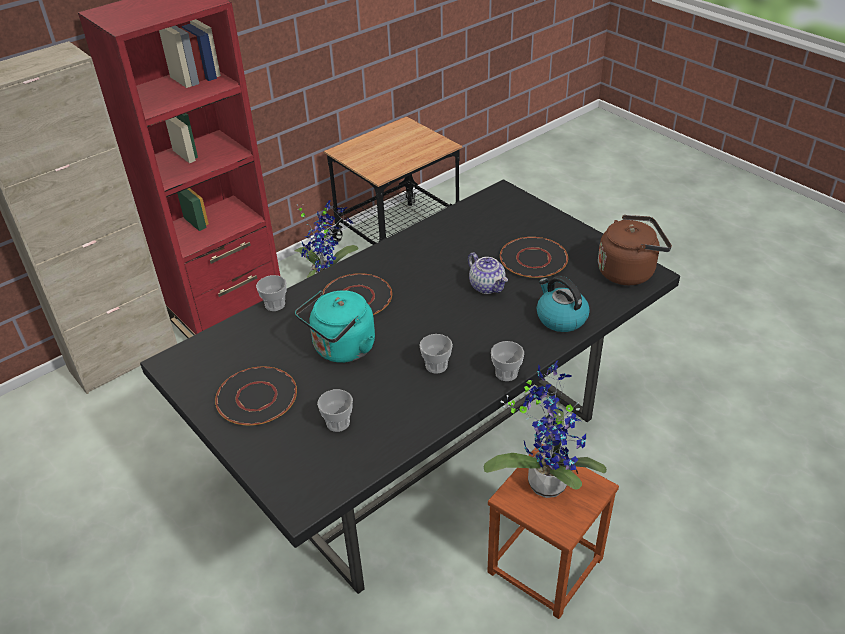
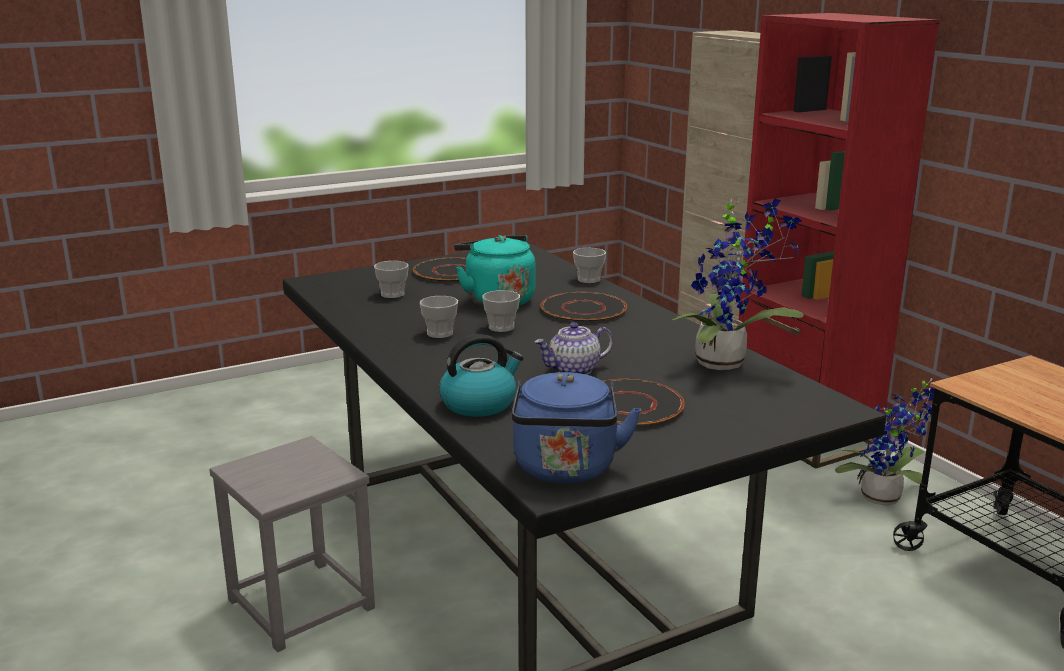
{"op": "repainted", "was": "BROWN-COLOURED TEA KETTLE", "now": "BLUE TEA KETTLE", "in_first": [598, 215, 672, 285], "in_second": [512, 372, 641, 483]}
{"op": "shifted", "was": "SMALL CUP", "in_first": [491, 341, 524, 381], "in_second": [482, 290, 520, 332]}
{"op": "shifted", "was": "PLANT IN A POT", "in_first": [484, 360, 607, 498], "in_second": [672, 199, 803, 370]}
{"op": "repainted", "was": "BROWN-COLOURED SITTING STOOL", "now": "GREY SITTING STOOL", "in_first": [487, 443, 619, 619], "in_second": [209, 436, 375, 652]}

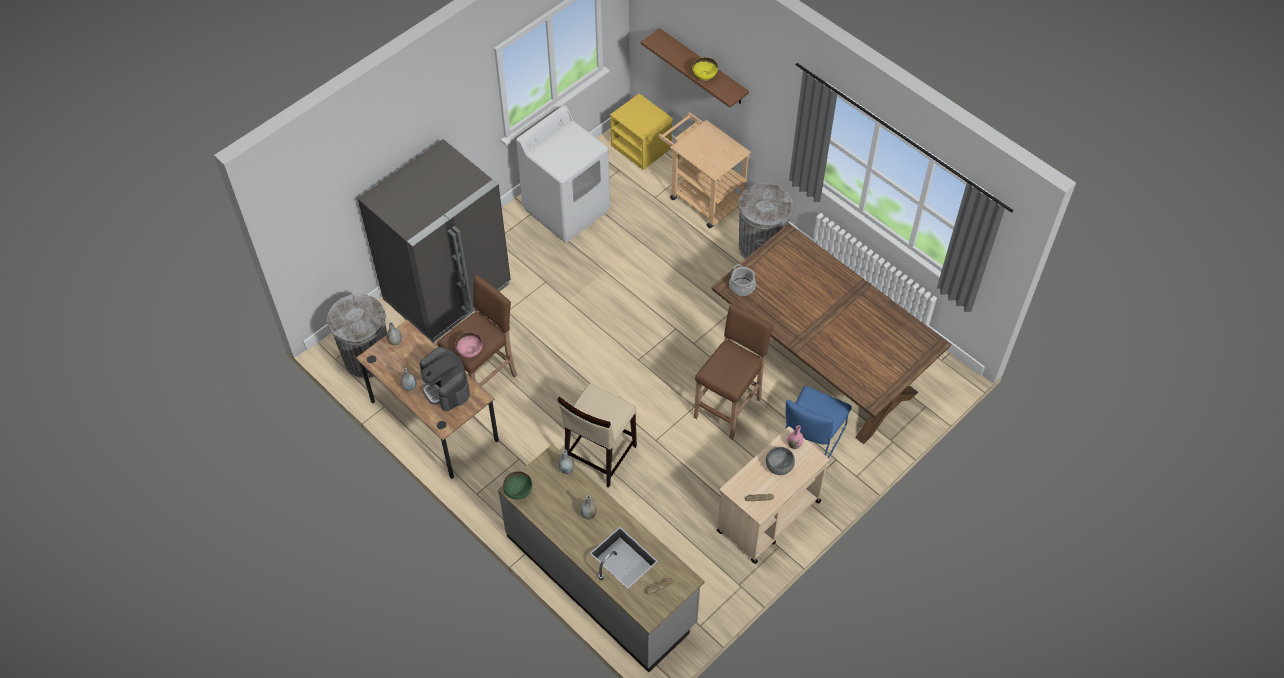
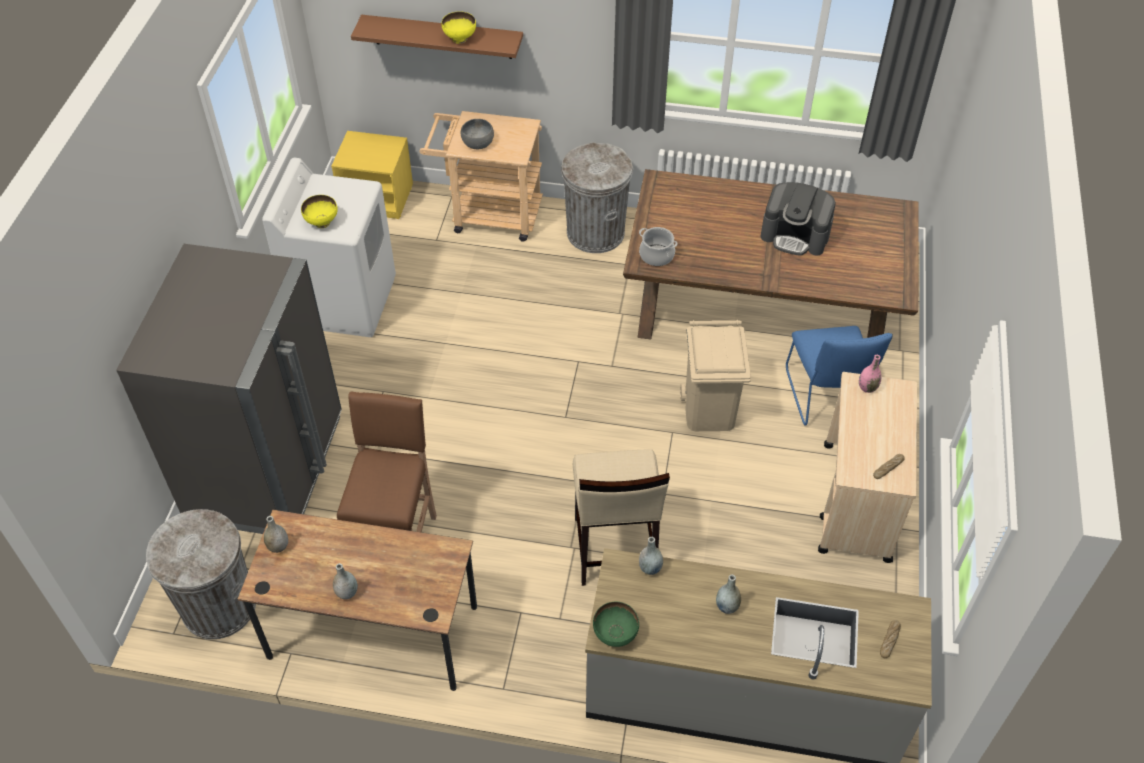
{"op": "swapped", "was": "BROWN-COLOURED SITTING STOOL", "now": "SAND-COLOURED WASTE BIN", "in_first": [694, 304, 773, 440], "in_second": [680, 320, 751, 431]}
{"op": "gone", "was": "PINK-COLOURED BOWL", "in_first": [455, 332, 483, 358]}
{"op": "shifted", "was": "COFFEE BREWER", "in_first": [420, 347, 470, 411], "in_second": [761, 182, 836, 256]}
{"op": "shifted", "was": "GREY BOWL", "in_first": [766, 447, 795, 475], "in_second": [461, 119, 494, 149]}
{"op": "new", "now": "YELLOWISH BOWL", "in_second": [301, 195, 338, 228]}

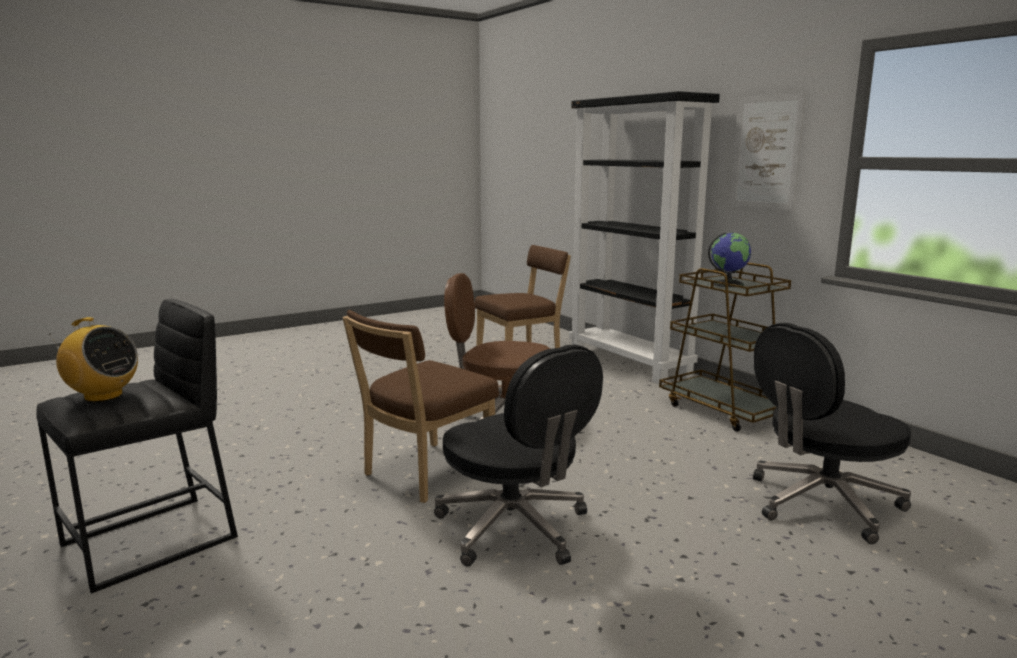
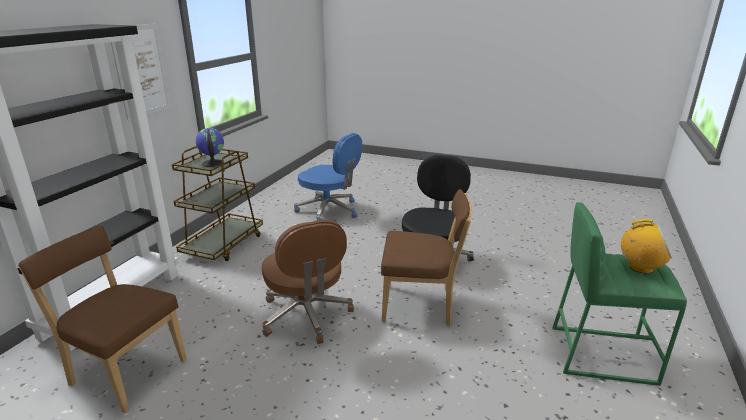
{"op": "repainted", "was": "BLACK SITTING STOOL", "now": "GREENISH SITTING STOOL", "in_first": [36, 299, 238, 594], "in_second": [552, 202, 687, 386]}
{"op": "rotated", "was": "RADIO RECEIVER", "in_first": [50, 317, 138, 402], "in_second": [621, 219, 672, 274], "clockwise": 120}
{"op": "repainted", "was": "BLACK OFFICE CHAIR", "now": "BLUE OFFICE CHAIR", "in_first": [753, 323, 911, 544], "in_second": [294, 133, 362, 220]}

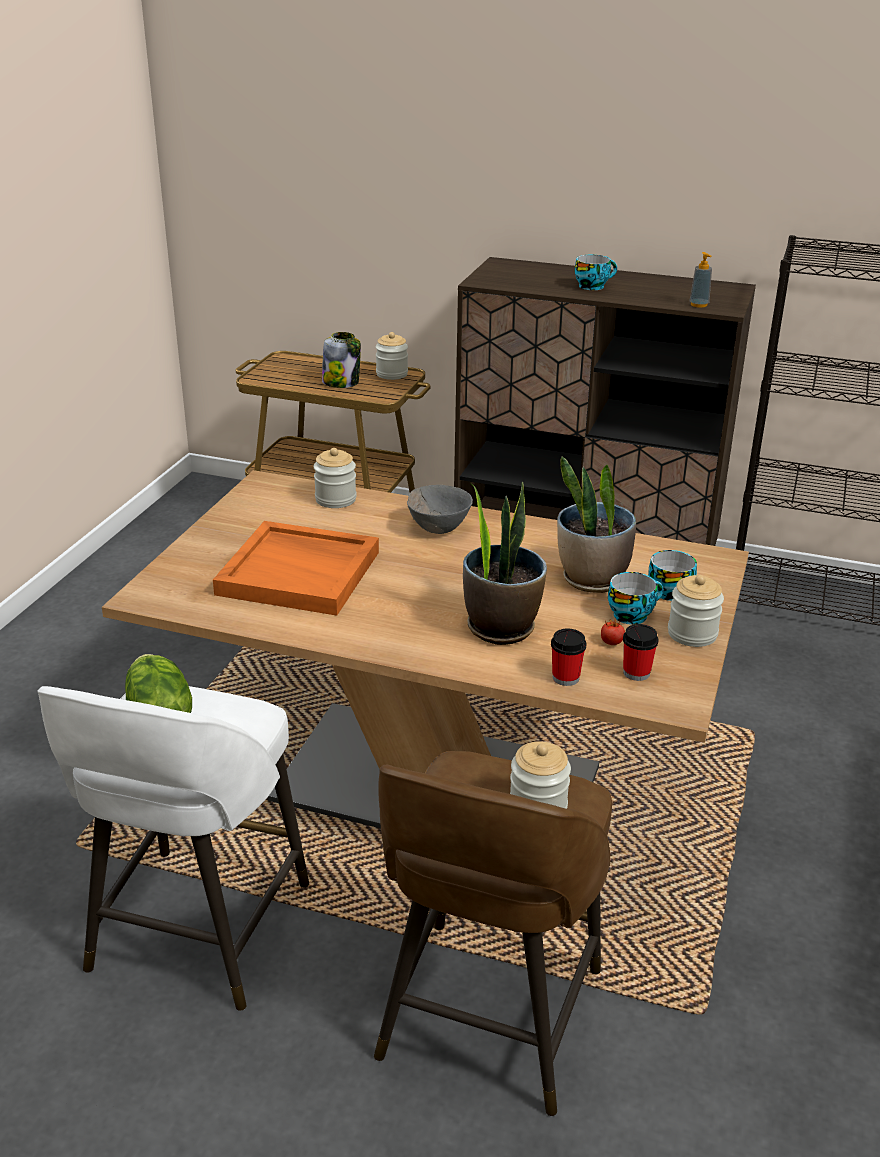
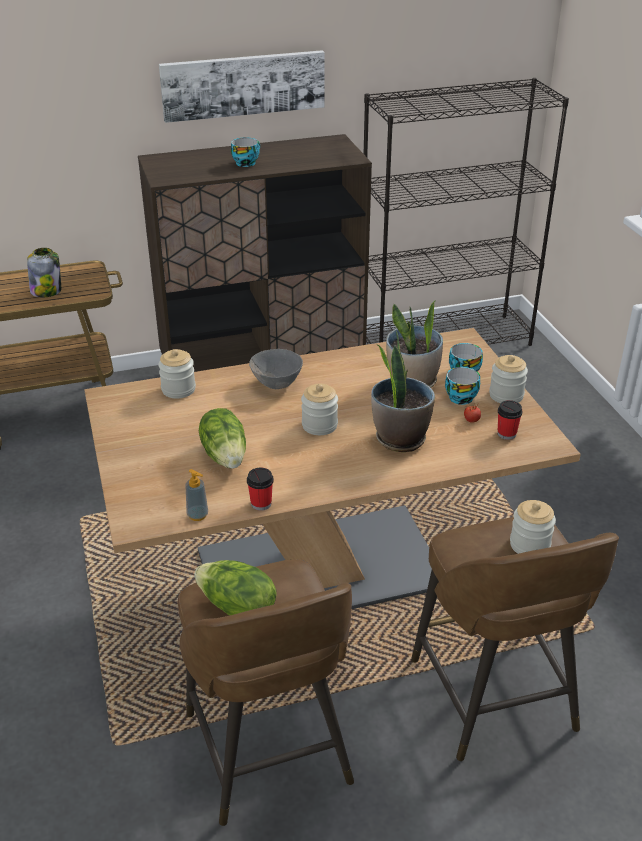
{"op": "shifted", "was": "LIQUID SOAP BOTTLE", "in_first": [689, 252, 712, 308], "in_second": [185, 469, 208, 521]}
{"op": "shifted", "was": "PRESERVE JAR", "in_first": [376, 332, 408, 380], "in_second": [301, 384, 338, 435]}
{"op": "swapped", "was": "ORANGE CARRYING TRAY", "now": "LETTUCE", "in_first": [213, 521, 379, 616], "in_second": [199, 408, 246, 469]}
{"op": "shifted", "was": "SMALL CUP", "in_first": [551, 629, 587, 686], "in_second": [247, 468, 274, 511]}
{"op": "repainted", "was": "WHITE SITTING STOOL", "now": "BROWN-COLOURED SITTING STOOL", "in_first": [38, 686, 309, 1011], "in_second": [178, 559, 354, 826]}
{"op": "new", "now": "WALL PICTURE", "in_second": [159, 50, 325, 123]}

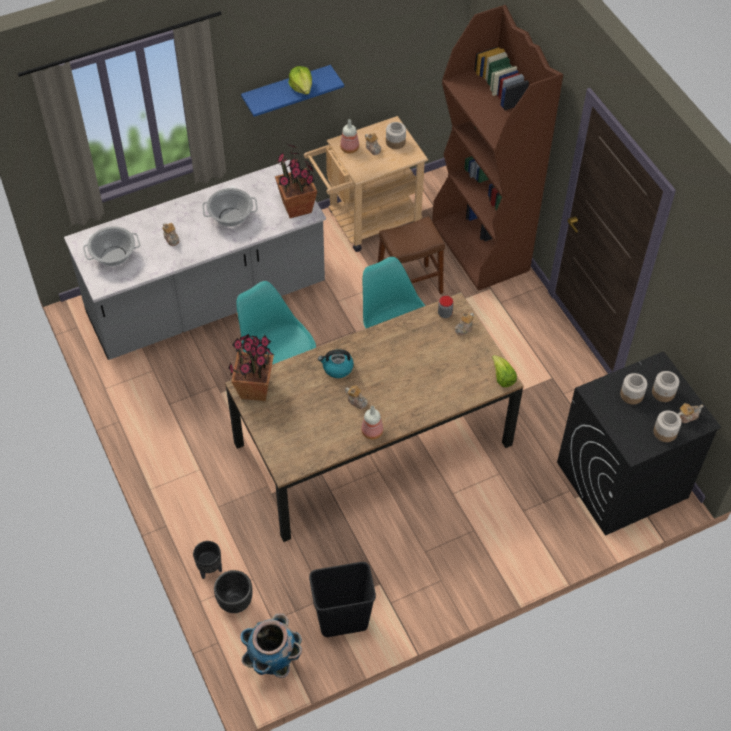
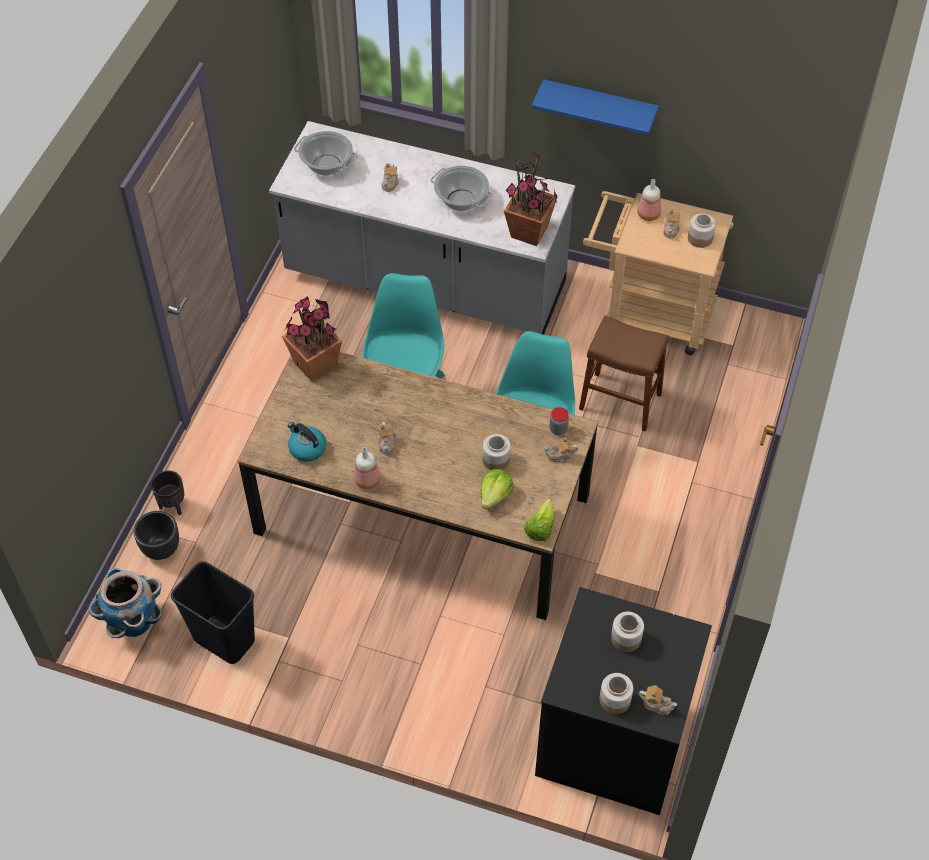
{"op": "gone", "was": "BROWN-COLOURED BOOKSHELF", "in_first": [432, 5, 563, 290]}
{"op": "shifted", "was": "LETTUCE", "in_first": [288, 66, 312, 95], "in_second": [480, 469, 514, 509]}
{"op": "shifted", "was": "TEA KETTLE", "in_first": [318, 349, 354, 378], "in_second": [288, 422, 326, 462]}
{"op": "shifted", "was": "PRESERVE JAR", "in_first": [652, 371, 679, 402], "in_second": [482, 434, 511, 470]}

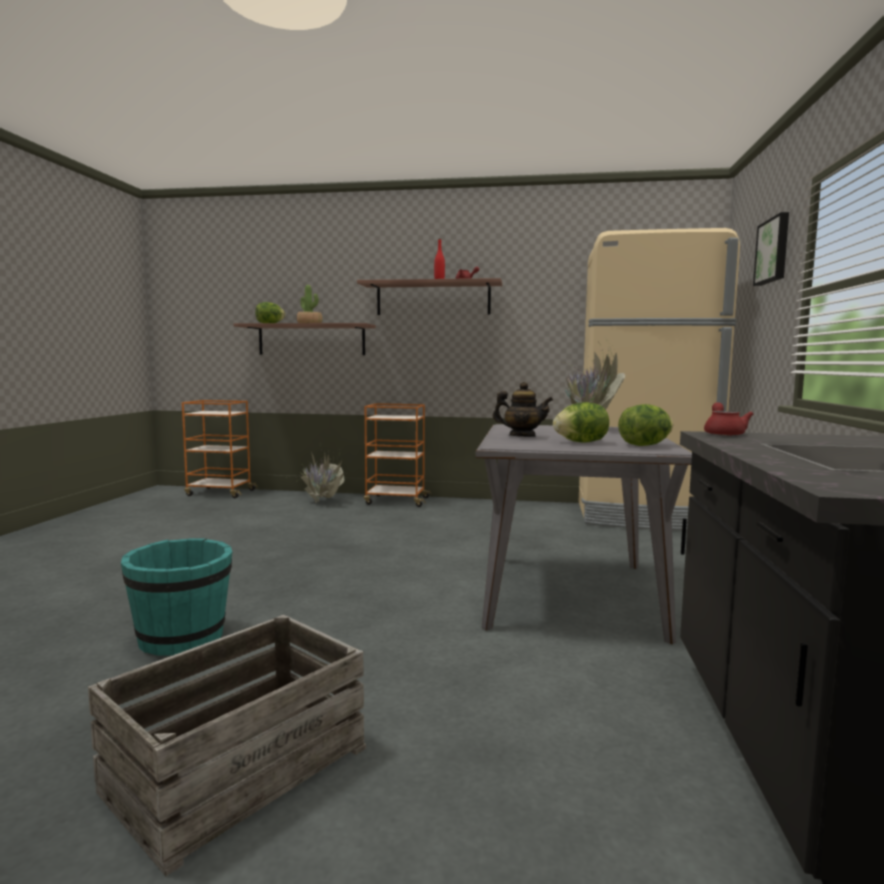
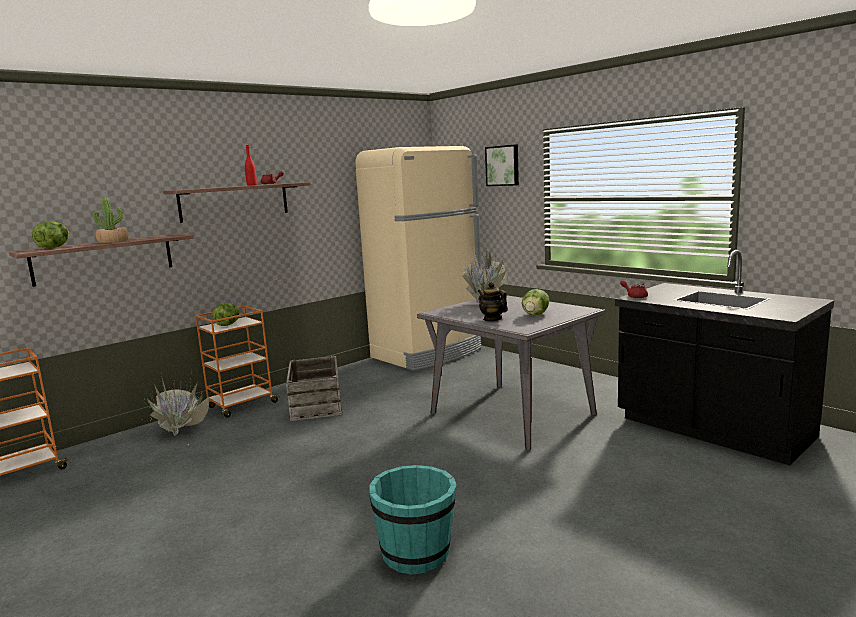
{"op": "rotated", "was": "POT FOR TEA", "in_first": [493, 382, 553, 437], "in_second": [478, 282, 508, 321], "clockwise": -90}
{"op": "shifted", "was": "LETTUCE", "in_first": [618, 404, 673, 446], "in_second": [212, 303, 239, 326]}
{"op": "shifted", "was": "SHIPPING CRATE", "in_first": [88, 615, 366, 876], "in_second": [286, 356, 343, 421]}

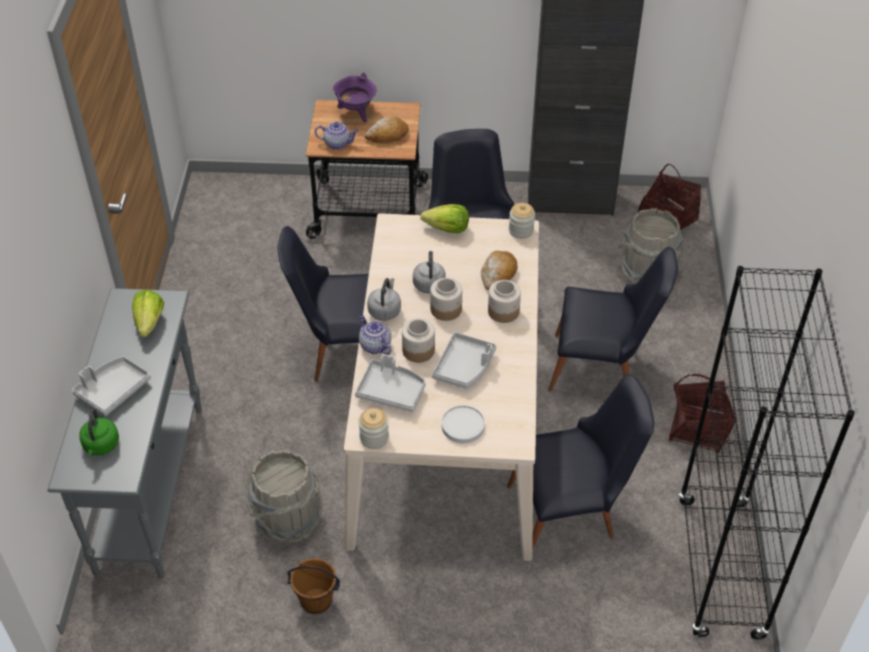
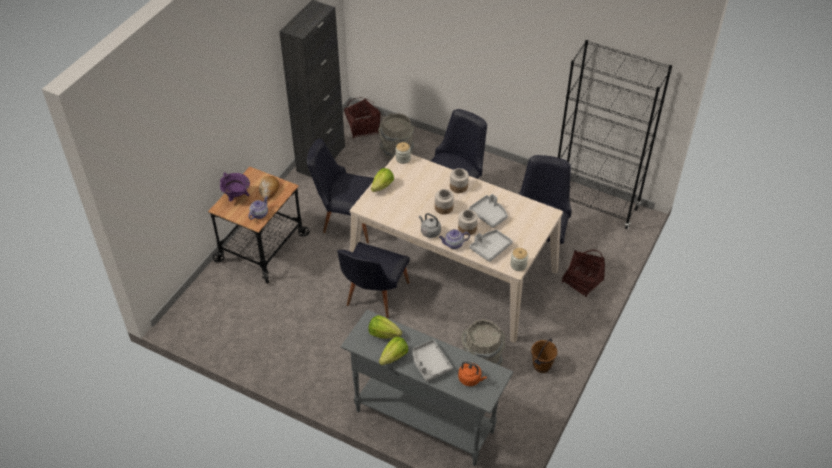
{"op": "gone", "was": "GREY TEA KETTLE", "in_first": [413, 251, 446, 293]}
{"op": "gone", "was": "BREAD", "in_first": [481, 251, 518, 290]}
{"op": "shifted", "was": "STORAGE BASKET", "in_first": [669, 374, 735, 453], "in_second": [562, 250, 605, 297]}
{"op": "gone", "was": "WHITE DINNER PLATE", "in_first": [442, 405, 485, 443]}
{"op": "repainted", "was": "GREENISH TEA KETTLE", "now": "ORANGE TEA KETTLE", "in_first": [79, 408, 119, 456], "in_second": [458, 361, 487, 386]}
{"op": "new", "now": "LETTUCE", "in_second": [379, 337, 408, 365]}

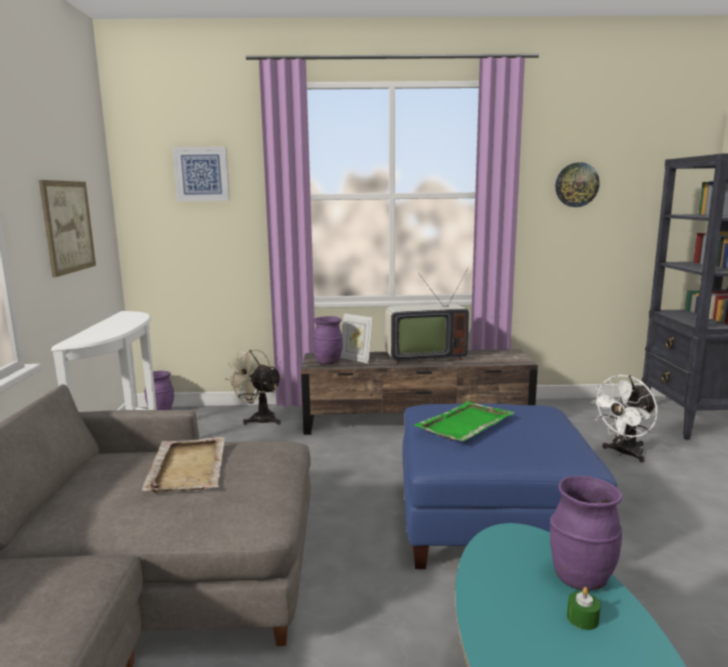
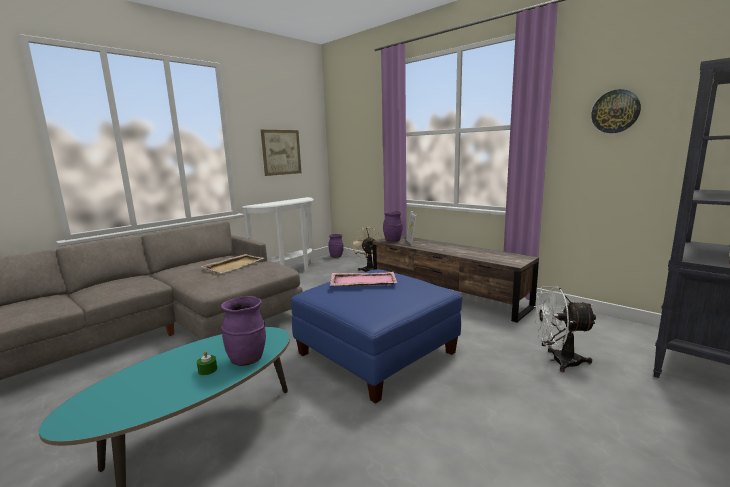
{"op": "gone", "was": "WALL PICTURE", "in_first": [172, 147, 230, 201]}
{"op": "gone", "was": "TV SET", "in_first": [385, 268, 469, 364]}
{"op": "repainted", "was": "GREENISH CARRYING TRAY", "now": "PINK-COLOURED CARRYING TRAY", "in_first": [413, 402, 515, 441], "in_second": [330, 272, 398, 286]}

